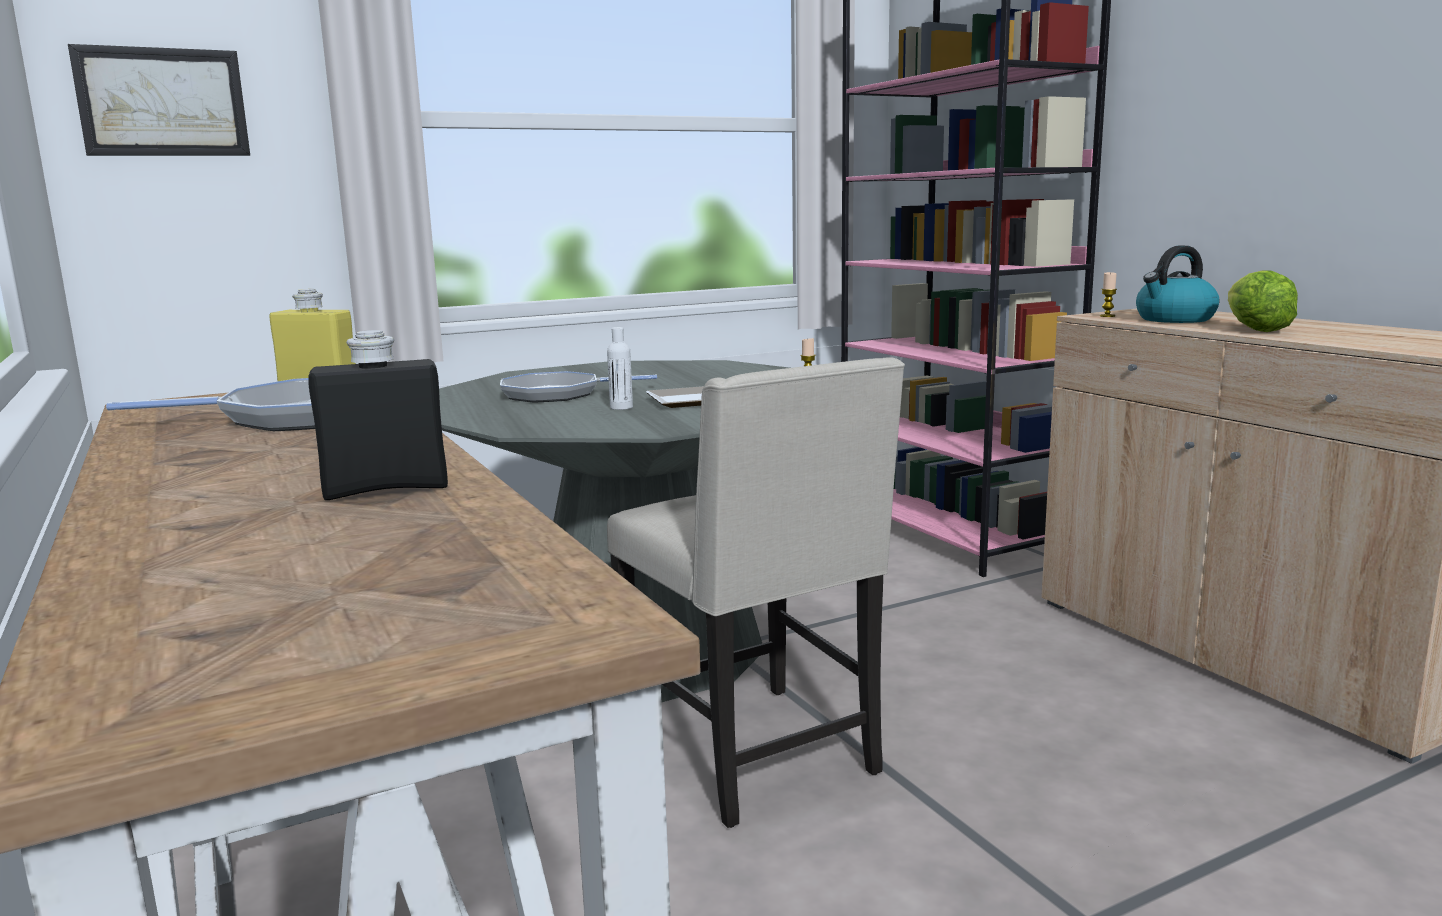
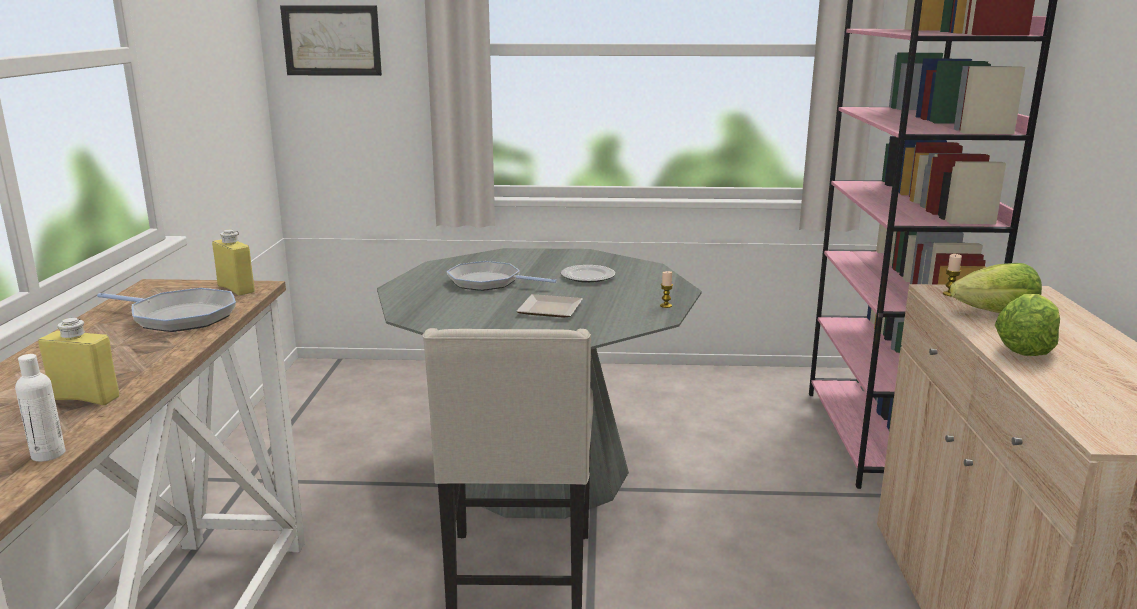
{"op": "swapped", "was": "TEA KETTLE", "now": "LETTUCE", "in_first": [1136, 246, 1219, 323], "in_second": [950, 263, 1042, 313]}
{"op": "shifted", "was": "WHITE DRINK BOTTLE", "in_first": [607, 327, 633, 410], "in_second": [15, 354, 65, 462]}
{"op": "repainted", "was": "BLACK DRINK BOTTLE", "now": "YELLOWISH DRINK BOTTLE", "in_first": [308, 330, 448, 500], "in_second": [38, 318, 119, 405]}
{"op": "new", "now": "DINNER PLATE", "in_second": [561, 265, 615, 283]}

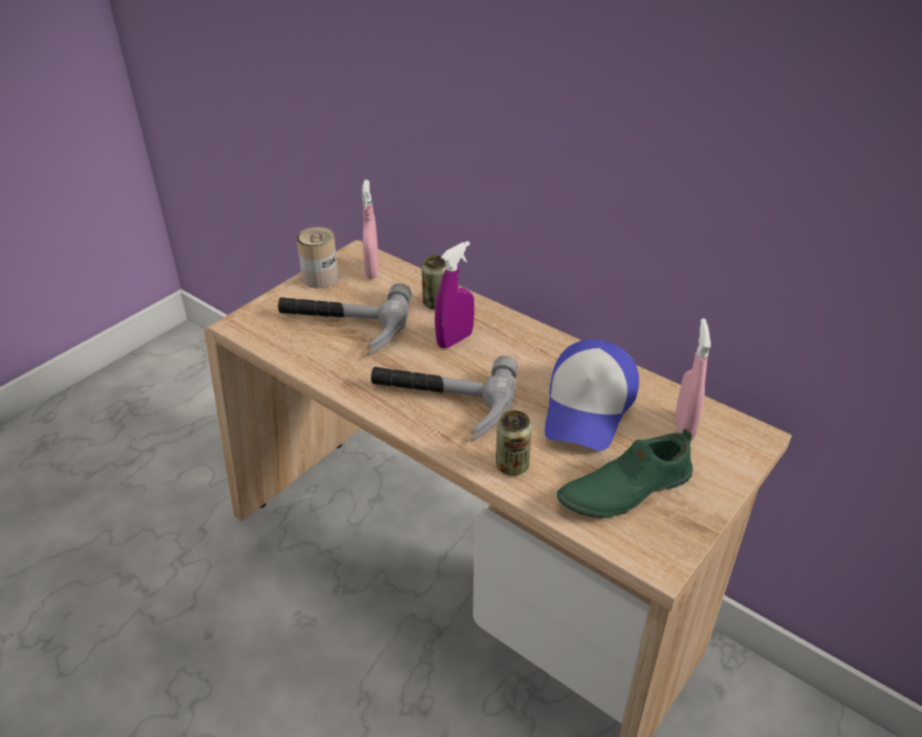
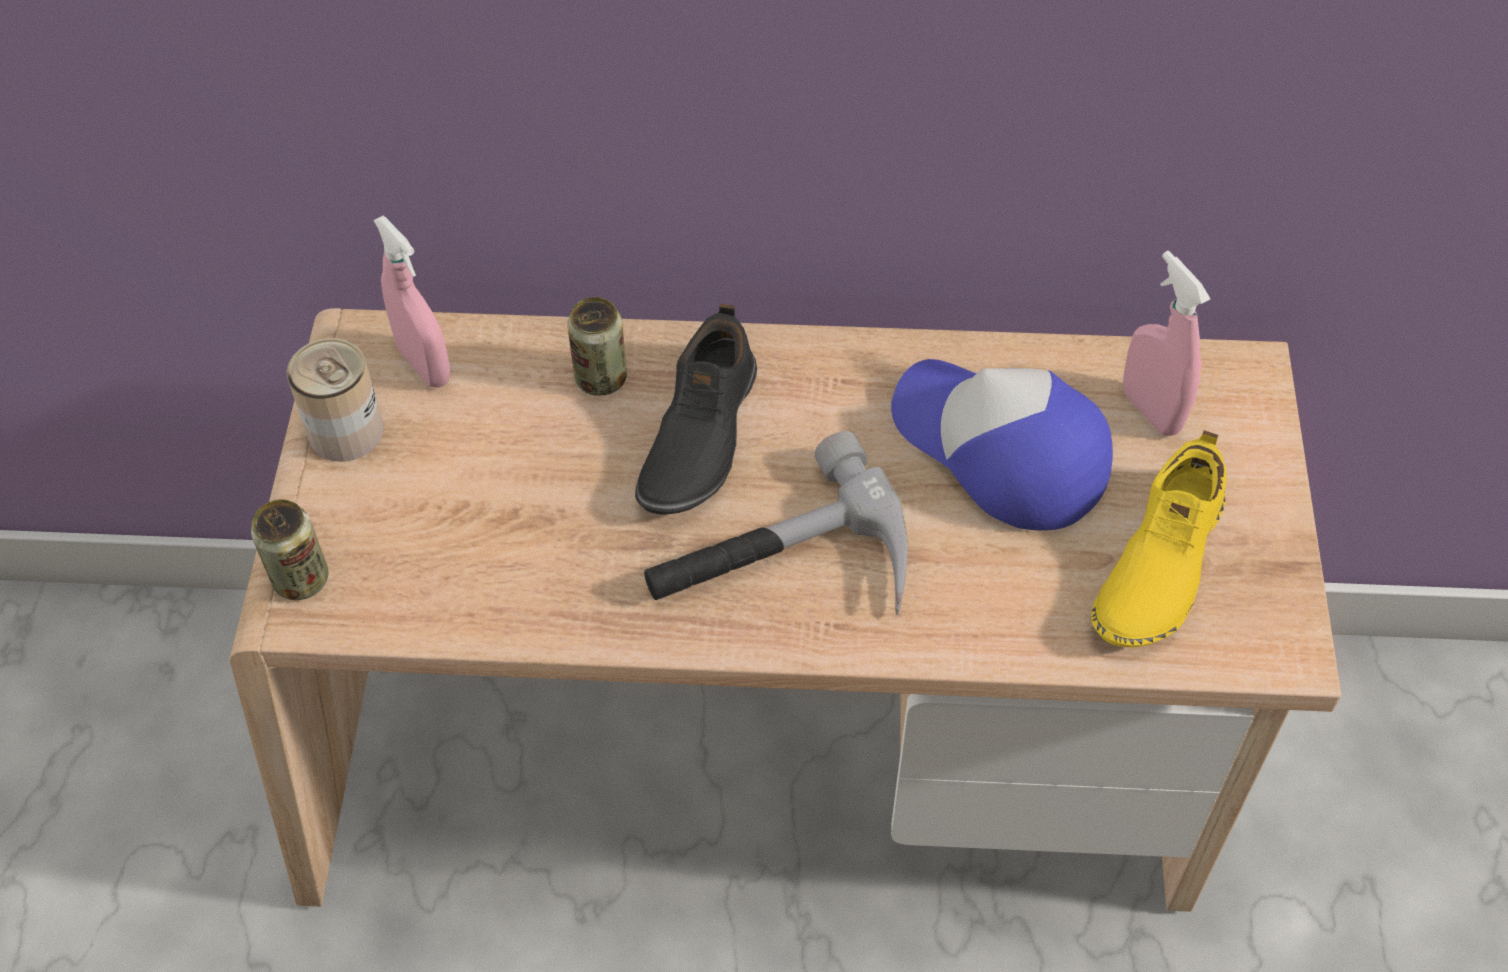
{"op": "swapped", "was": "PURPLISH SPRAYER", "now": "BLACK LOW SHOE", "in_first": [435, 241, 474, 348], "in_second": [635, 304, 757, 515]}
{"op": "gone", "was": "TOOL HAMMER", "in_first": [278, 283, 412, 356]}
{"op": "rotated", "was": "PEAKED CAP", "in_first": [545, 339, 639, 451], "in_second": [891, 359, 1113, 530], "clockwise": 150}
{"op": "shifted", "was": "METAL CAN", "in_first": [496, 410, 532, 476], "in_second": [251, 499, 329, 600]}
{"op": "repainted", "was": "GREENISH LOW SHOE", "now": "YELLOWISH LOW SHOE", "in_first": [557, 428, 693, 518], "in_second": [1091, 430, 1227, 647]}

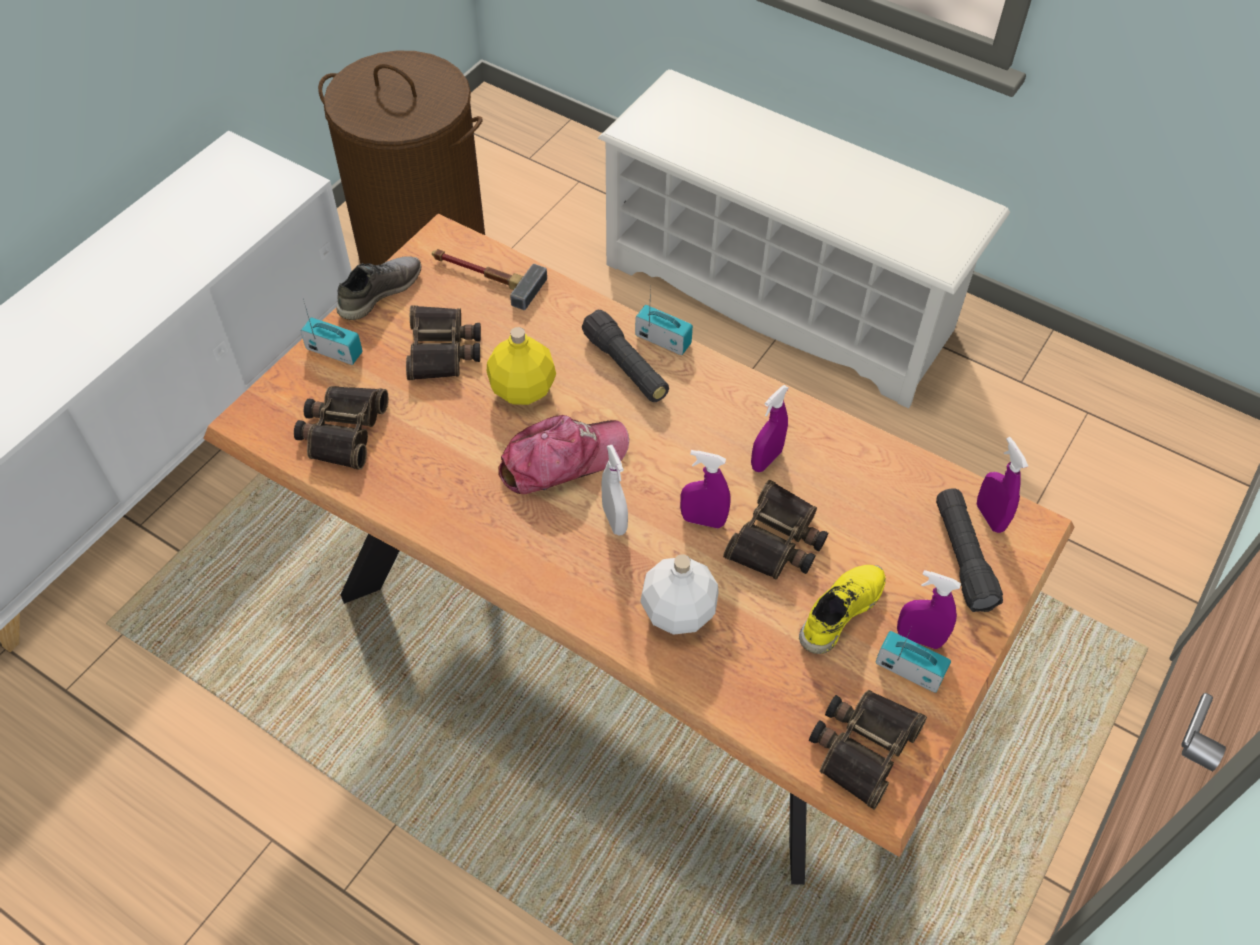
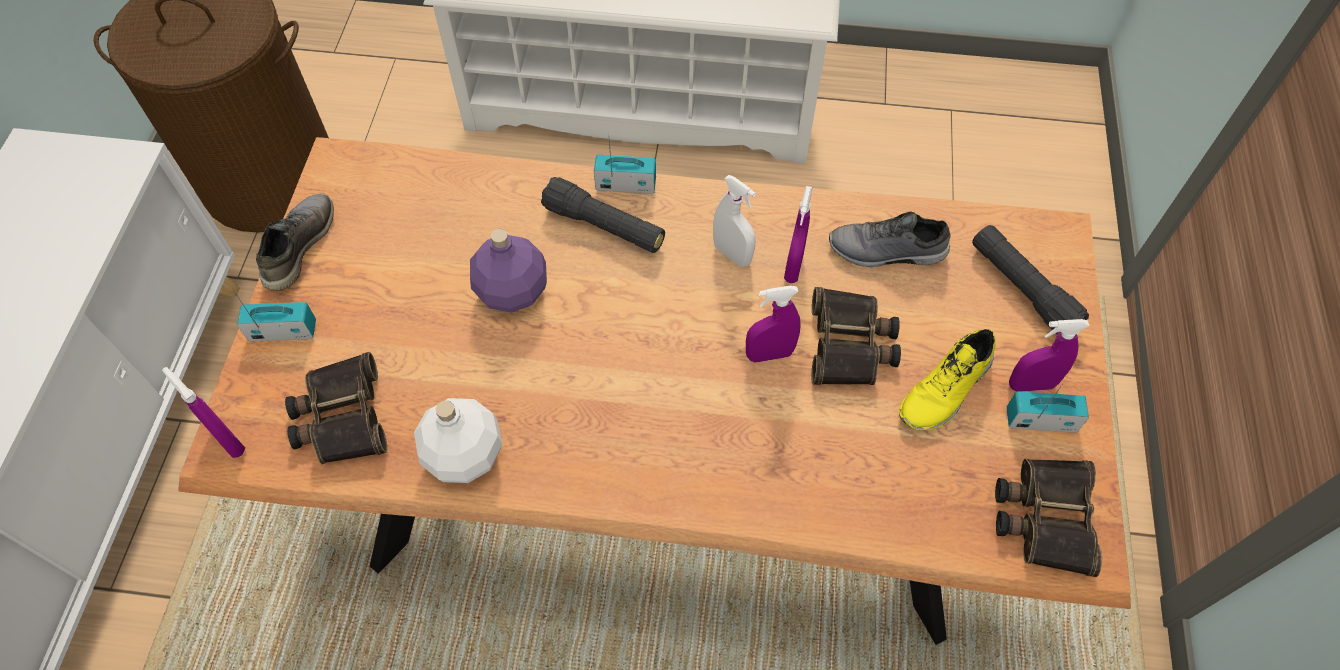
{"op": "gone", "was": "TOOL HAMMER", "in_first": [432, 249, 547, 310]}
{"op": "gone", "was": "BINOCULARS", "in_first": [406, 305, 481, 380]}
{"op": "repainted", "was": "YELLOWISH DRINK BOTTLE", "now": "PURPLISH DRINK BOTTLE", "in_first": [487, 327, 556, 405], "in_second": [470, 229, 547, 313]}
{"op": "gone", "was": "PEAKED CAP", "in_first": [498, 415, 629, 494]}
{"op": "shifted", "was": "PURPLISH SPRAYER", "in_first": [977, 437, 1028, 533], "in_second": [162, 367, 245, 458]}
{"op": "shifted", "was": "WHITE SPRAYER", "in_first": [602, 445, 628, 535], "in_second": [713, 175, 756, 267]}
{"op": "shifted", "was": "WHITE DRINK BOTTLE", "in_first": [640, 554, 719, 635], "in_second": [414, 398, 502, 483]}
{"op": "rotated", "was": "YELLOWISH LOW SHOE", "in_first": [799, 565, 886, 654], "in_second": [899, 329, 995, 430], "clockwise": -150}
{"op": "new", "now": "GREY LOW SHOE", "in_second": [829, 211, 950, 267]}

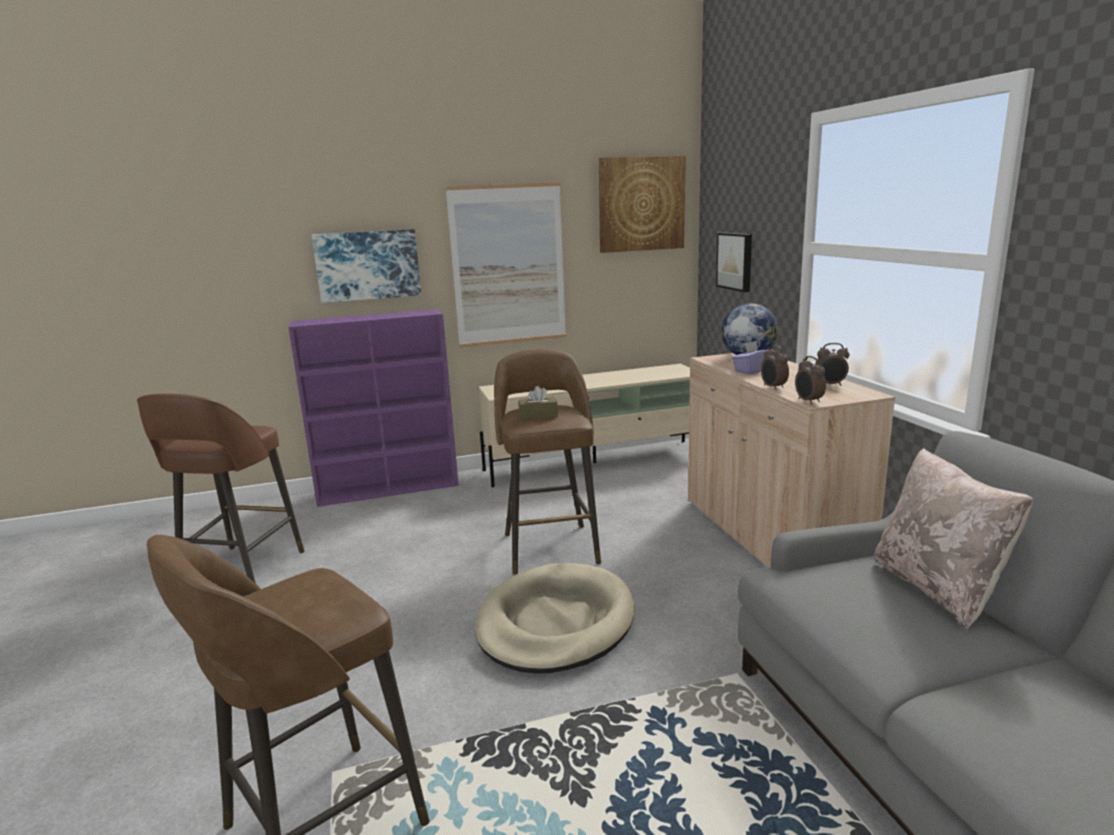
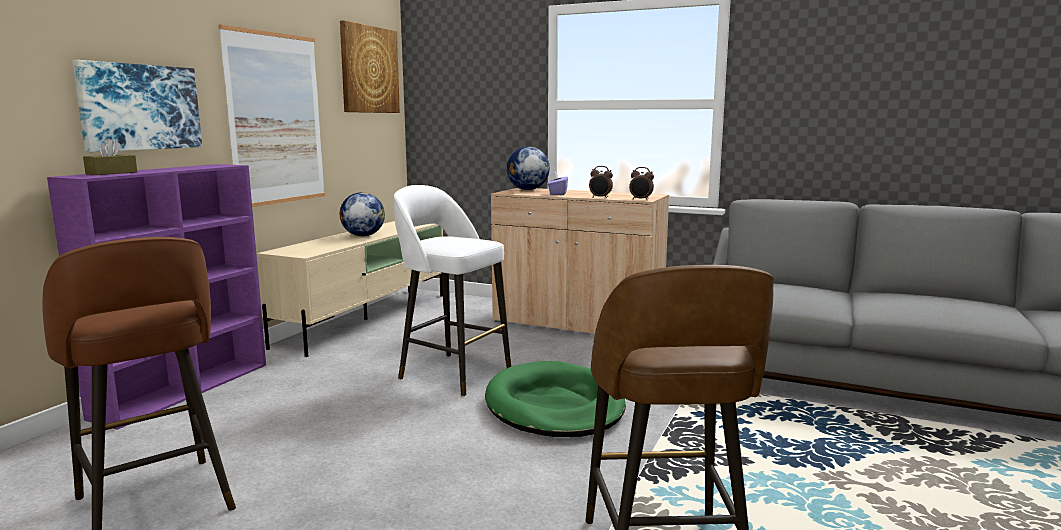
{"op": "gone", "was": "WALL PICTURE", "in_first": [716, 233, 752, 292]}
{"op": "gone", "was": "ALARM CLOCK", "in_first": [815, 343, 849, 386]}
{"op": "repainted", "was": "BROWN-COLOURED SITTING STOOL", "now": "WHITE SITTING STOOL", "in_first": [494, 349, 601, 575], "in_second": [394, 185, 511, 396]}
{"op": "shifted", "was": "BROWN-COLOURED BOX OF TISSUES", "in_first": [519, 386, 558, 420], "in_second": [83, 139, 137, 175]}
{"op": "gone", "was": "SAND-COLOURED CUSHION", "in_first": [873, 448, 1033, 630]}
{"op": "repainted", "was": "SAND-COLOURED DOG CUSHION", "now": "GREENISH DOG CUSHION", "in_first": [475, 563, 635, 674], "in_second": [485, 361, 626, 437]}
{"op": "new", "now": "DESK GLOBE", "in_second": [340, 192, 385, 236]}

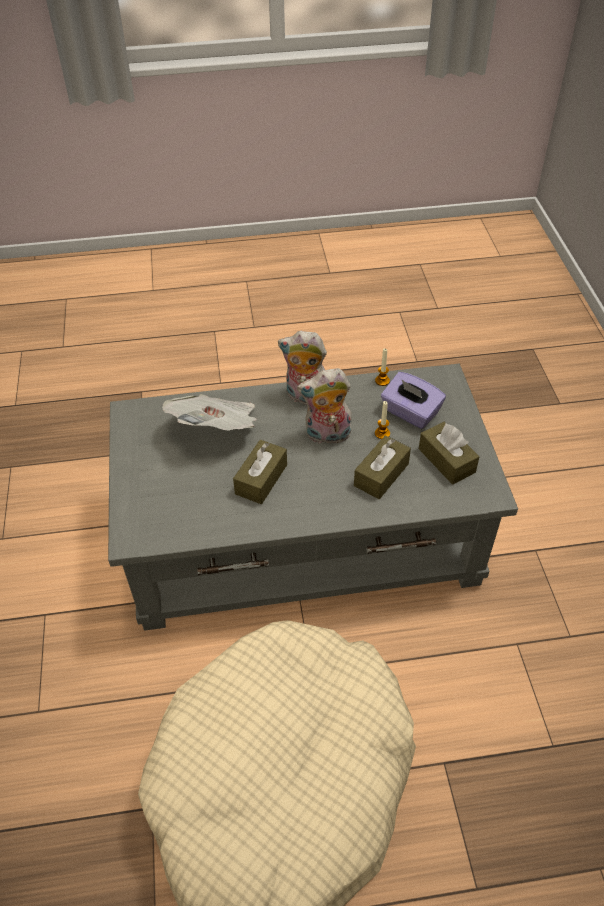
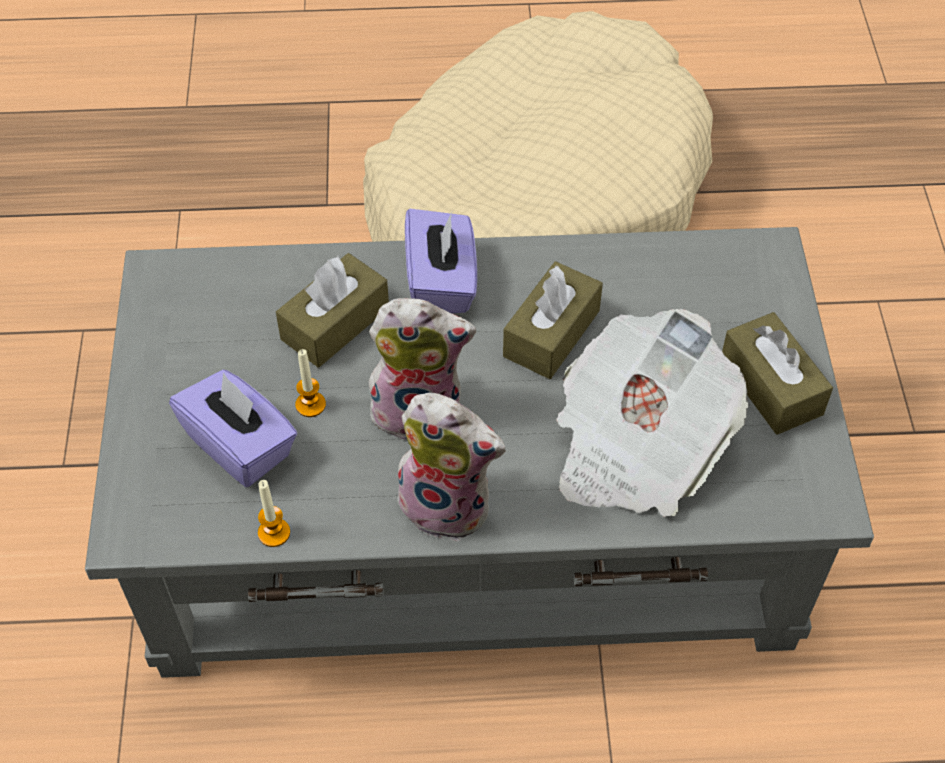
{"op": "shifted", "was": "BROWN-COLOURED BOX OF TISSUES", "in_first": [419, 422, 479, 485], "in_second": [722, 312, 833, 435]}
{"op": "new", "now": "PURPLISH BOX OF TISSUES", "in_second": [405, 209, 477, 313]}

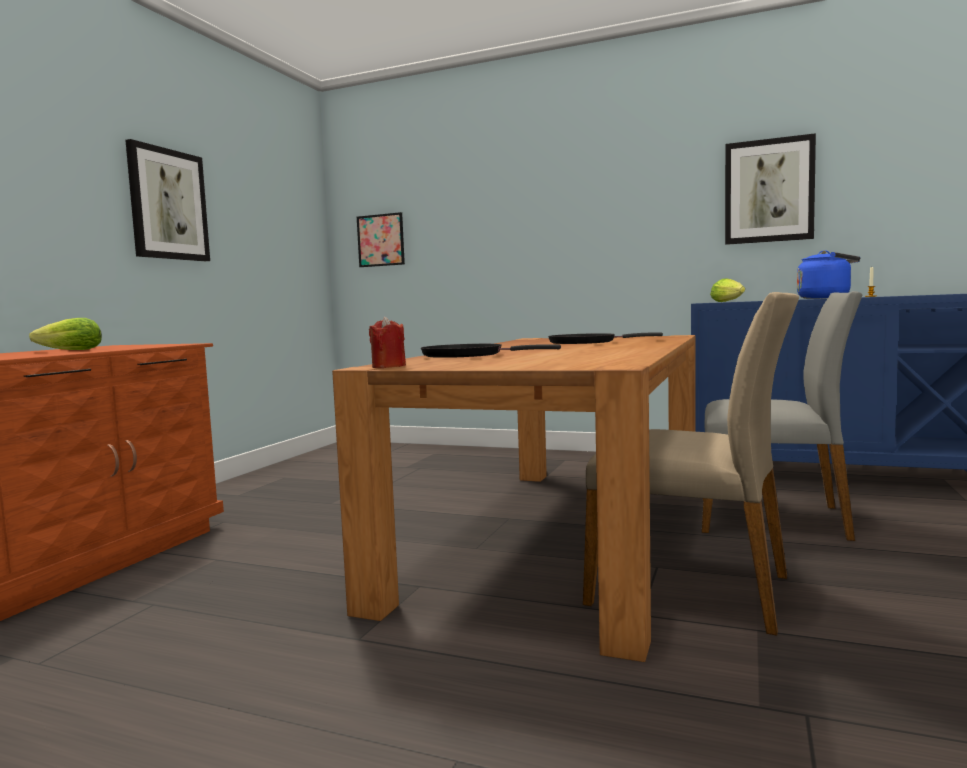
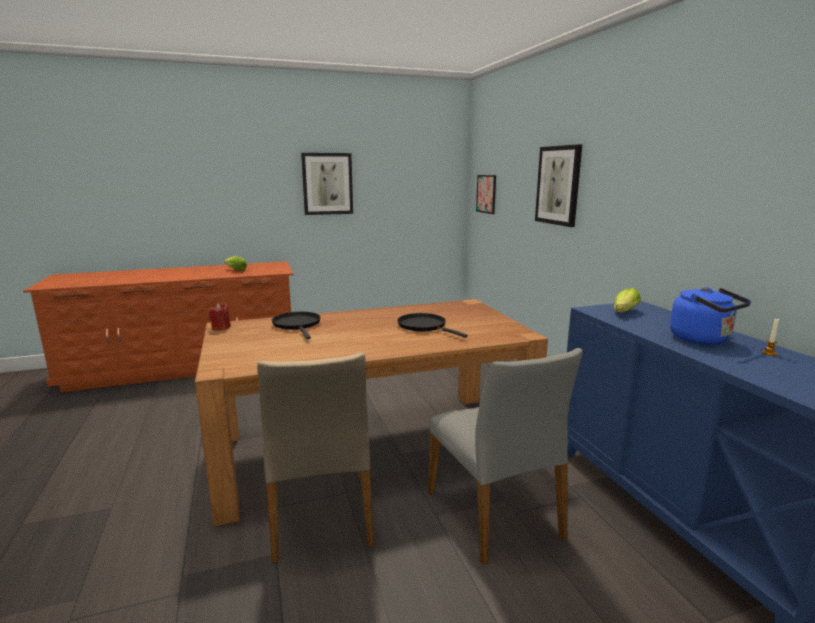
{"op": "shifted", "was": "WALL PICTURE", "in_first": [725, 133, 816, 245], "in_second": [535, 144, 582, 227]}

